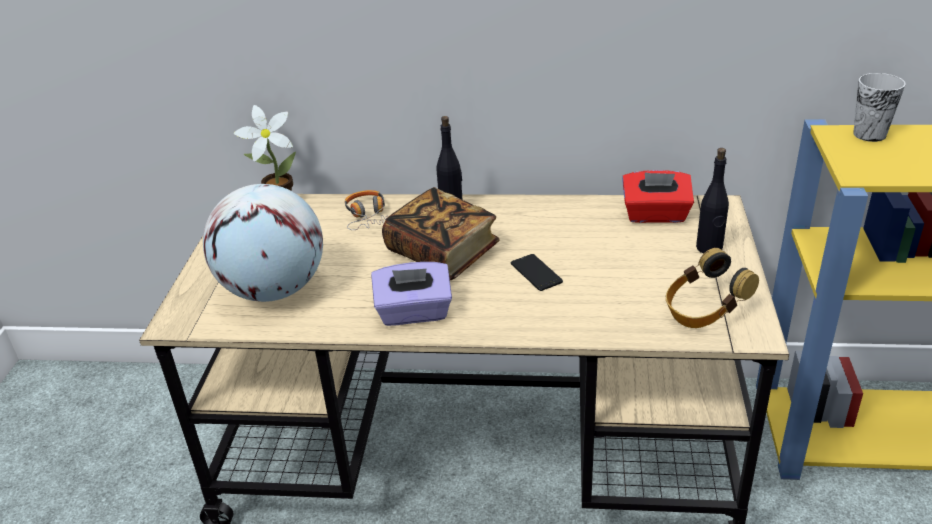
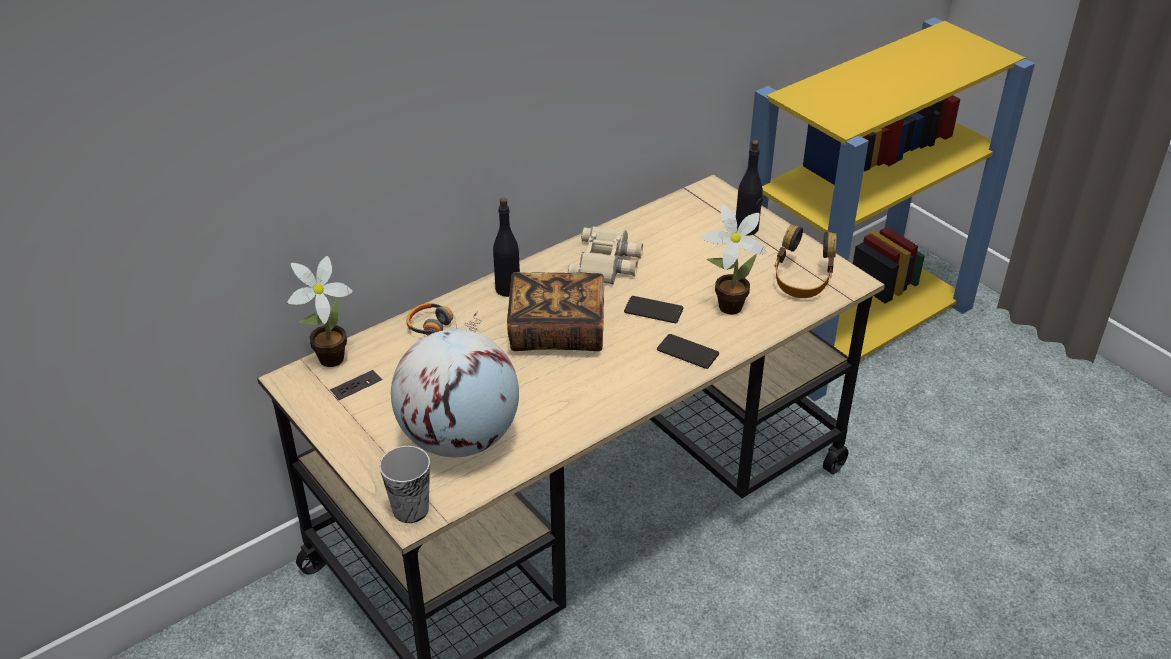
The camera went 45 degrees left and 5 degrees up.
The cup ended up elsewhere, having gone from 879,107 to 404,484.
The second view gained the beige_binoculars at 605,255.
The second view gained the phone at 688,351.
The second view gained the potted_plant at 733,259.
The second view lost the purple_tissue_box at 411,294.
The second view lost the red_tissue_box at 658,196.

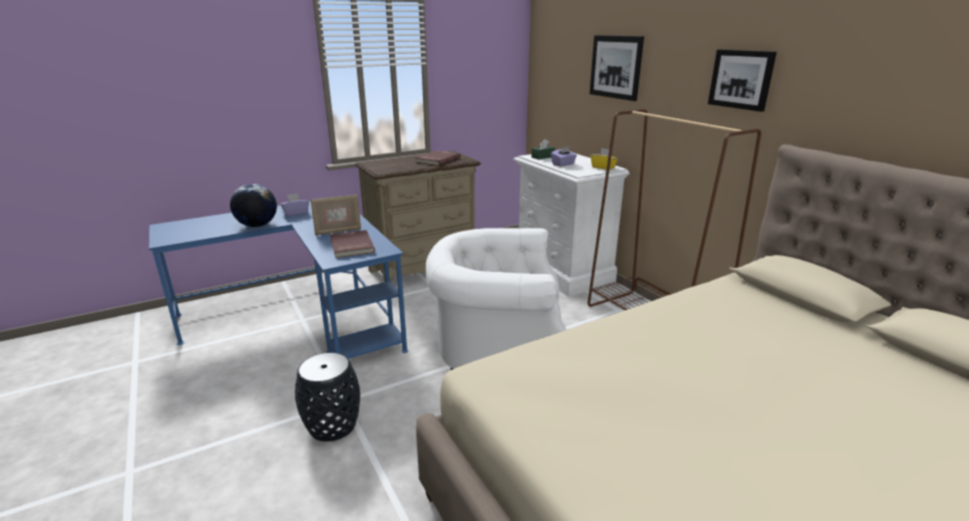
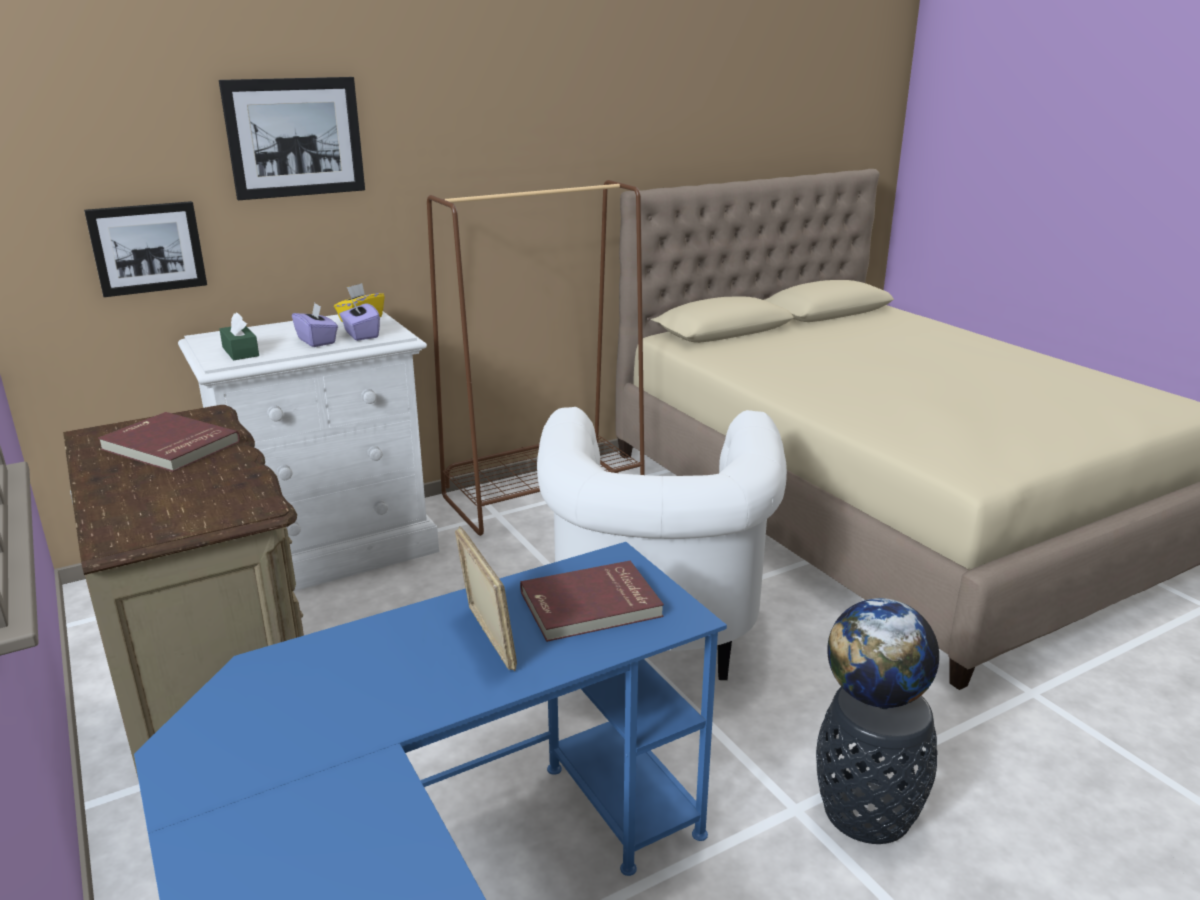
The camera went 90 degrees left and 0 degrees up.
The picture ended up elsewhere, having gone from 742,80 to 145,249.
The purple_tissue_box ended up elsewhere, having gone from 294,205 to 360,319.
The globe ended up elsewhere, having gone from 253,205 to 883,653.

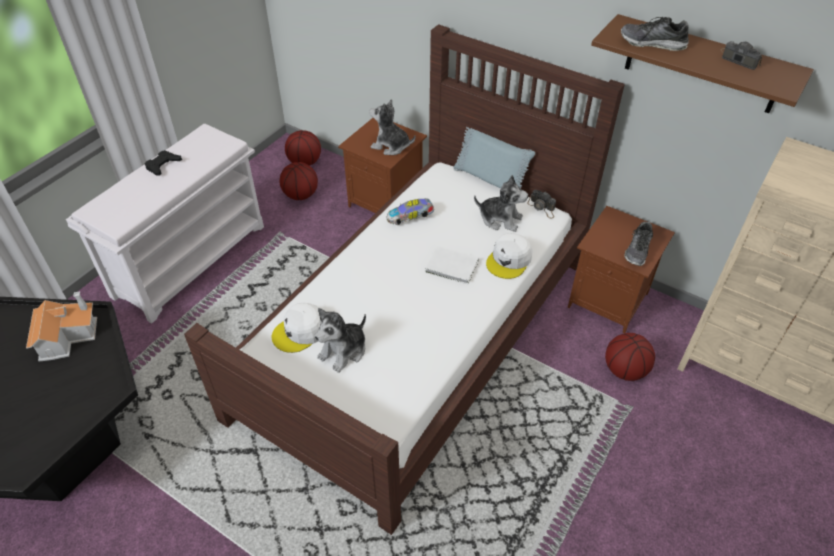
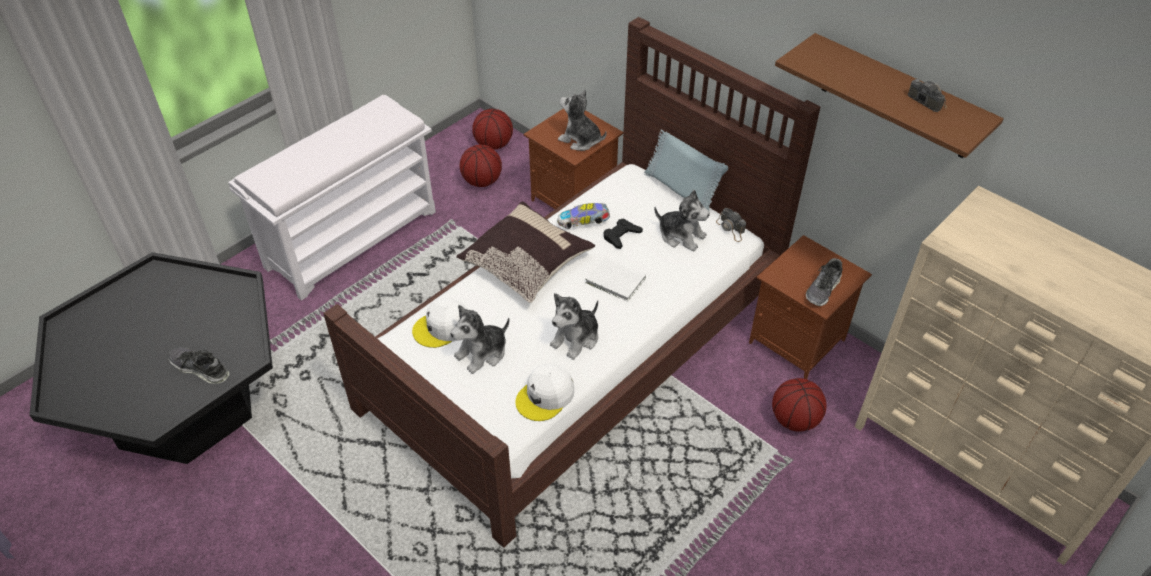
The camera went 10 degrees right and 0 degrees up.
The shoe ended up elsewhere, having gone from 655,34 to 198,366.
The second view gained the pillow at 525,252.
The white_cap ended up elsewhere, having gone from 509,256 to 544,392.
The second view gained the plush_toy at 574,326.
The black_game_controller ended up elsewhere, having gone from 163,163 to 623,234.
The second view lost the toy_house at 61,327.

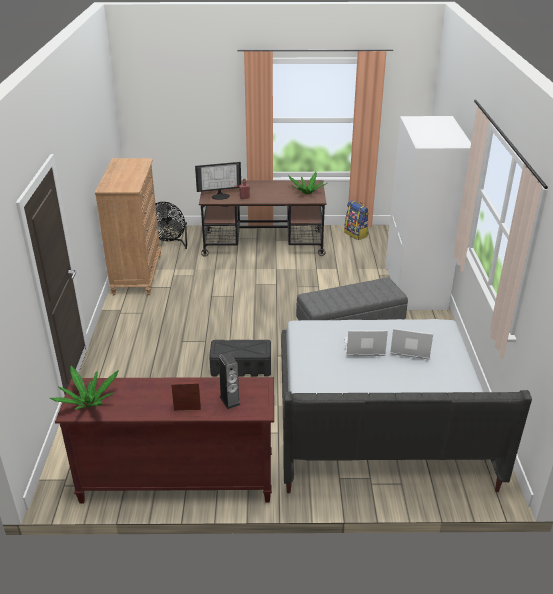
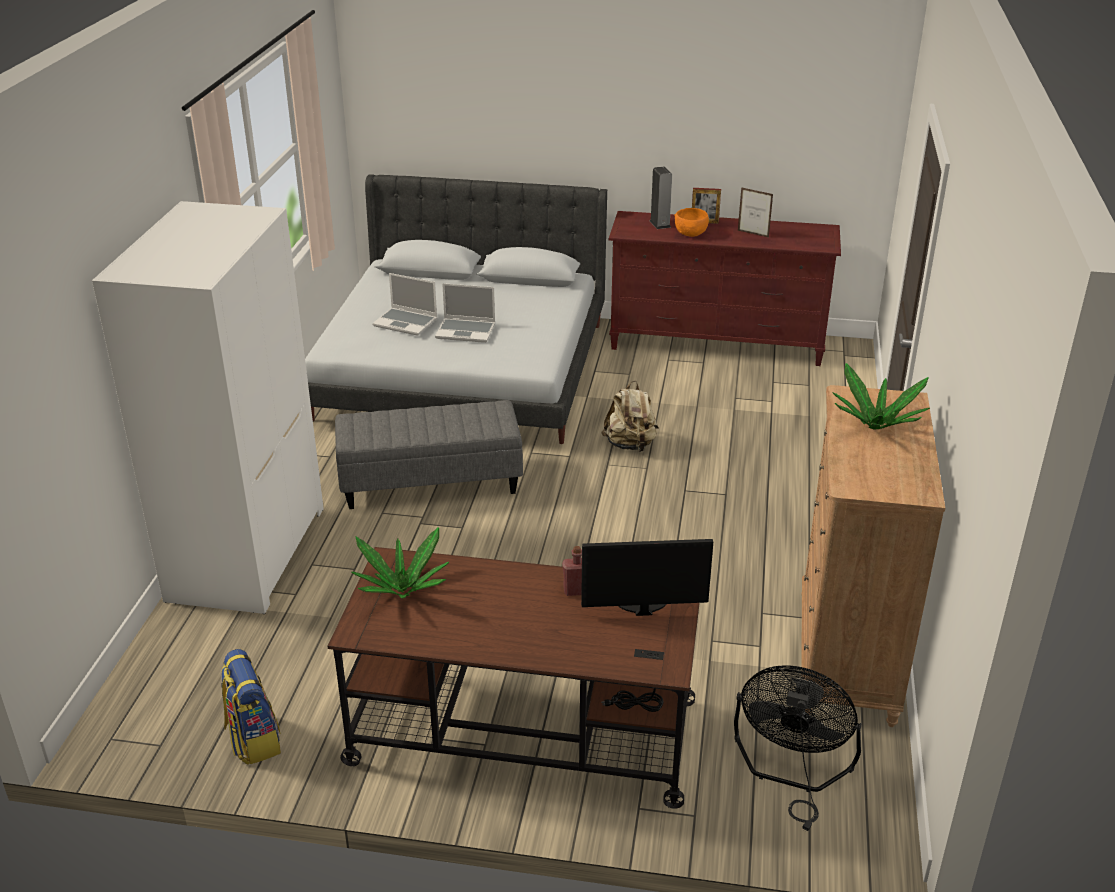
The camera went 170 degrees left and 0 degrees up.
Where the black_storage_box stood at 240,358, the beige_backpack came to stand at 630,416.
The second view gained the orange_bowl at 691,222.
The second view gained the picture_frame at 755,212.
The potted_plant ended up elsewhere, having gone from 84,388 to 881,396.

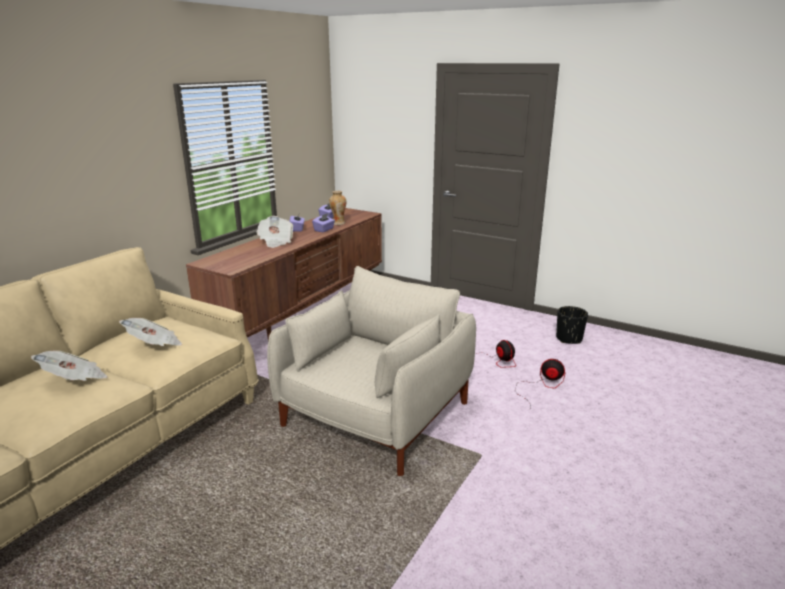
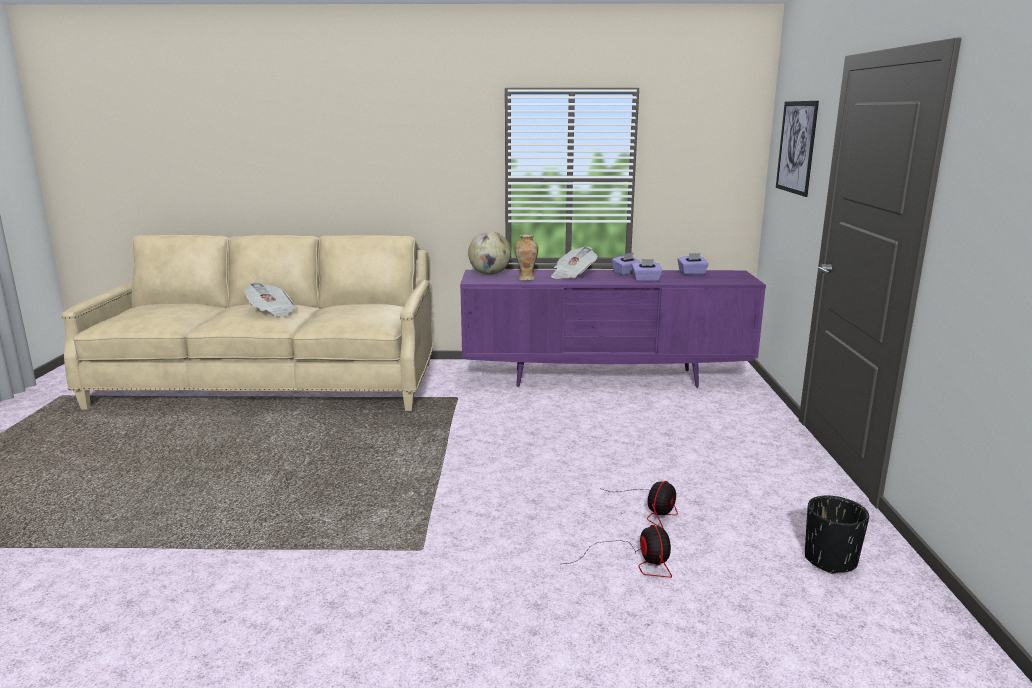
The camera went 60 degrees right and 5 degrees down.
What was the brown_cabinet at 284,274 turned into the purple_cabinet at 613,329.
The second view gained the globe at 489,253.
The vase ended up elsewhere, having gone from 337,208 to 526,258.
The second view gained the picture at 797,149.
The second view lost the newspaper at 151,332.
The second view lost the beige_armchair at 371,371.

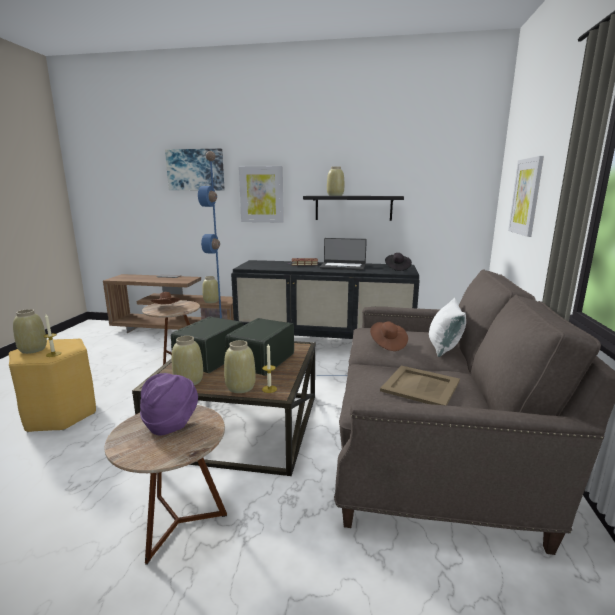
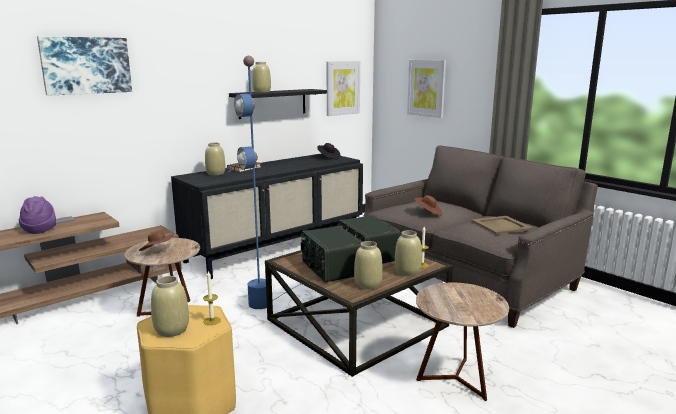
The camera went 50 degrees left and 0 degrees up.
The purple_hat ended up elsewhere, having gone from 169,404 to 37,215.
The beige_vase ended up elsewhere, having gone from 210,289 to 215,158.
The picture ended up elsewhere, having gone from 261,194 to 343,88.
The second view lost the laptop at 343,254.
The second view lost the white_pillow at 447,327.

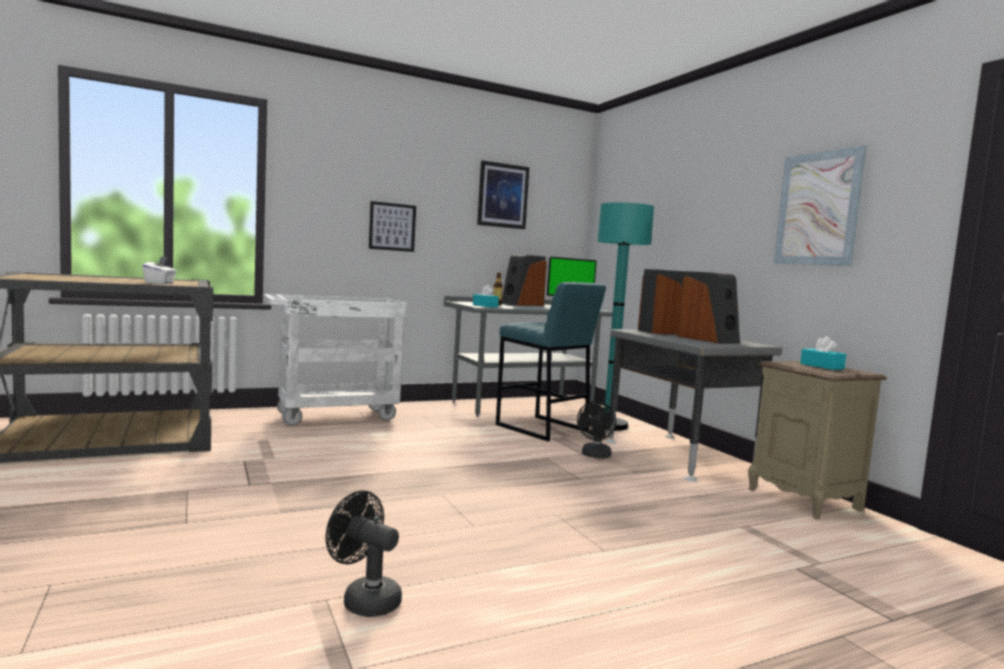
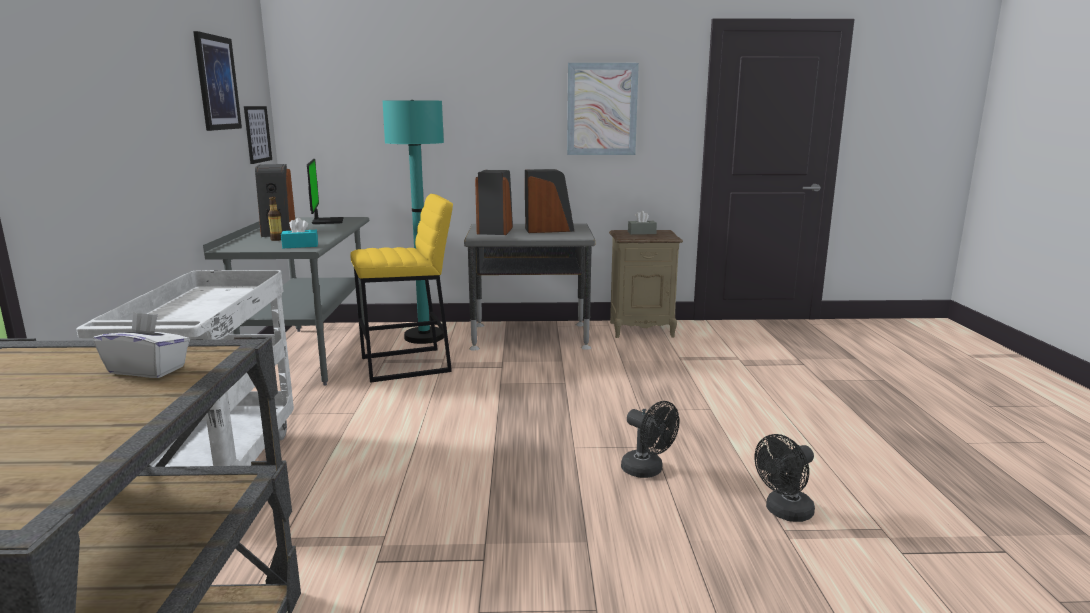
The camera went 65 degrees left and 10 degrees up.
The picture ended up elsewhere, having gone from 392,226 to 258,135.
What was the turquoise_stool at 551,361 turned into the yellow_stool at 401,288.
The black_fan ended up elsewhere, having gone from 596,429 to 650,439.
What was the turquoise_tissue_box at 823,353 turned into the grey_tissue_box at 642,223.

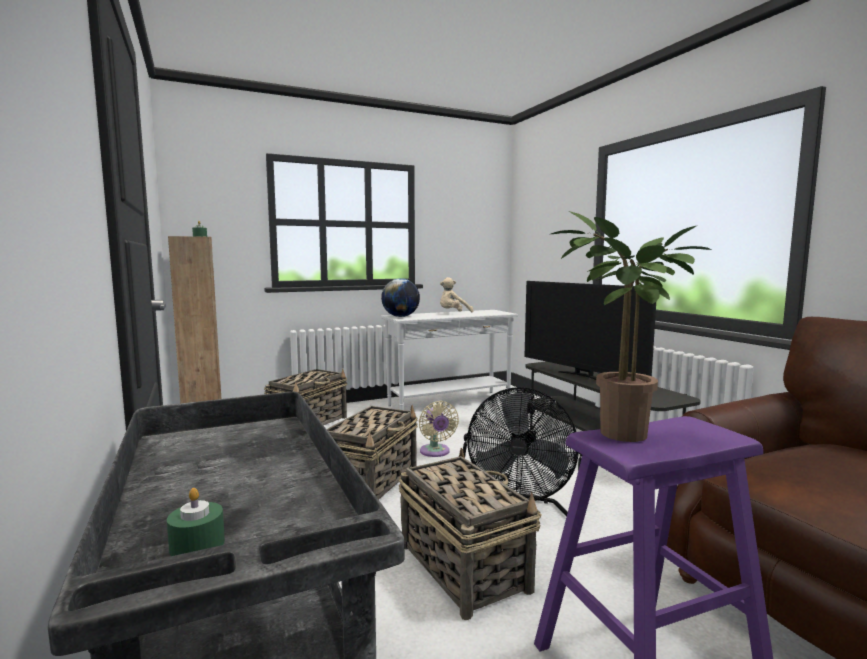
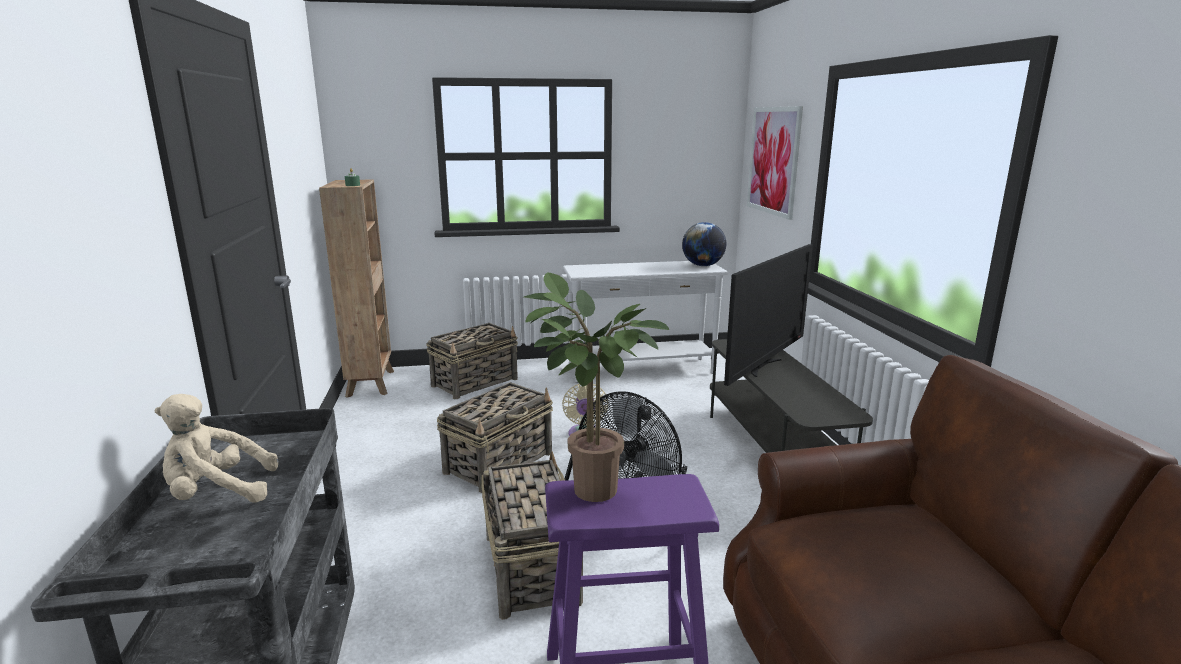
The camera went 15 degrees right and 10 degrees up.
The beige_plush_toy ended up elsewhere, having gone from 457,294 to 216,448.
The globe ended up elsewhere, having gone from 400,297 to 704,244.
The television at 590,330 ended up facing another way, 120 degrees counterclockwise from before.
The second view gained the picture at 775,163.
The second view lost the green_candle at 196,522.

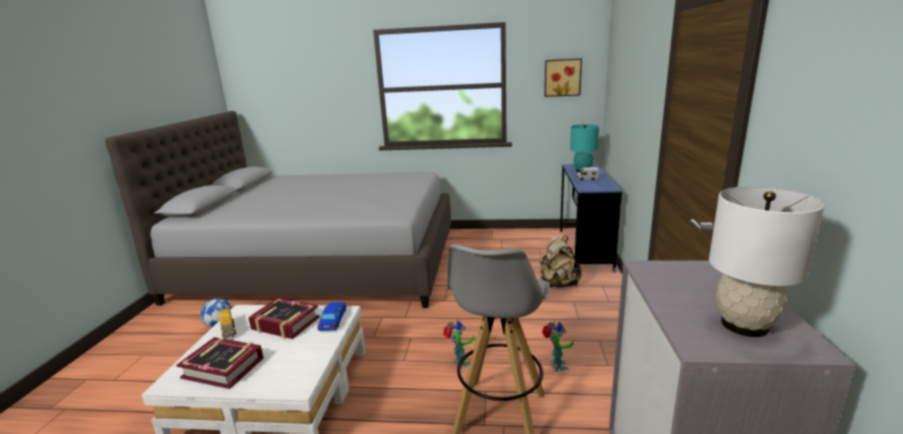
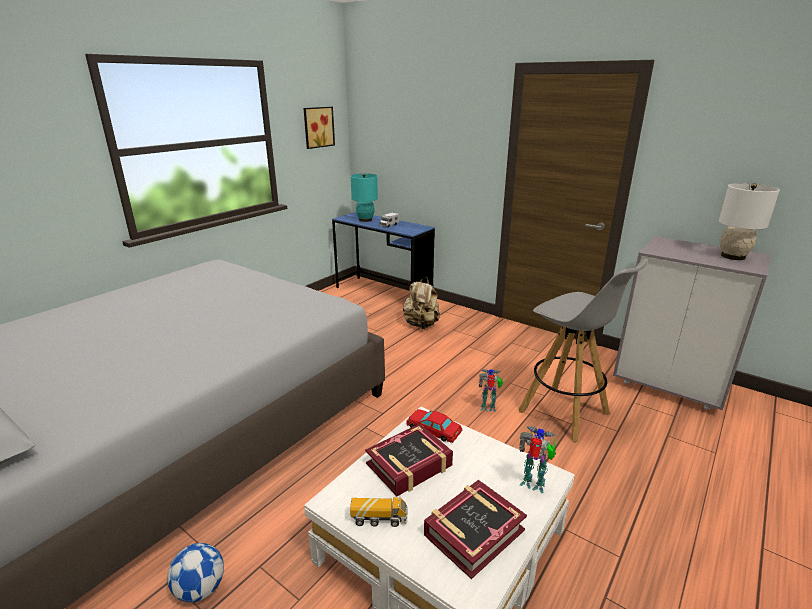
The camera went 60 degrees left and 5 degrees up.
What was the blue_toy_car at 331,316 turned into the red_toy_car at 434,426.
The toy_robot ended up elsewhere, having gone from 558,347 to 537,460.

